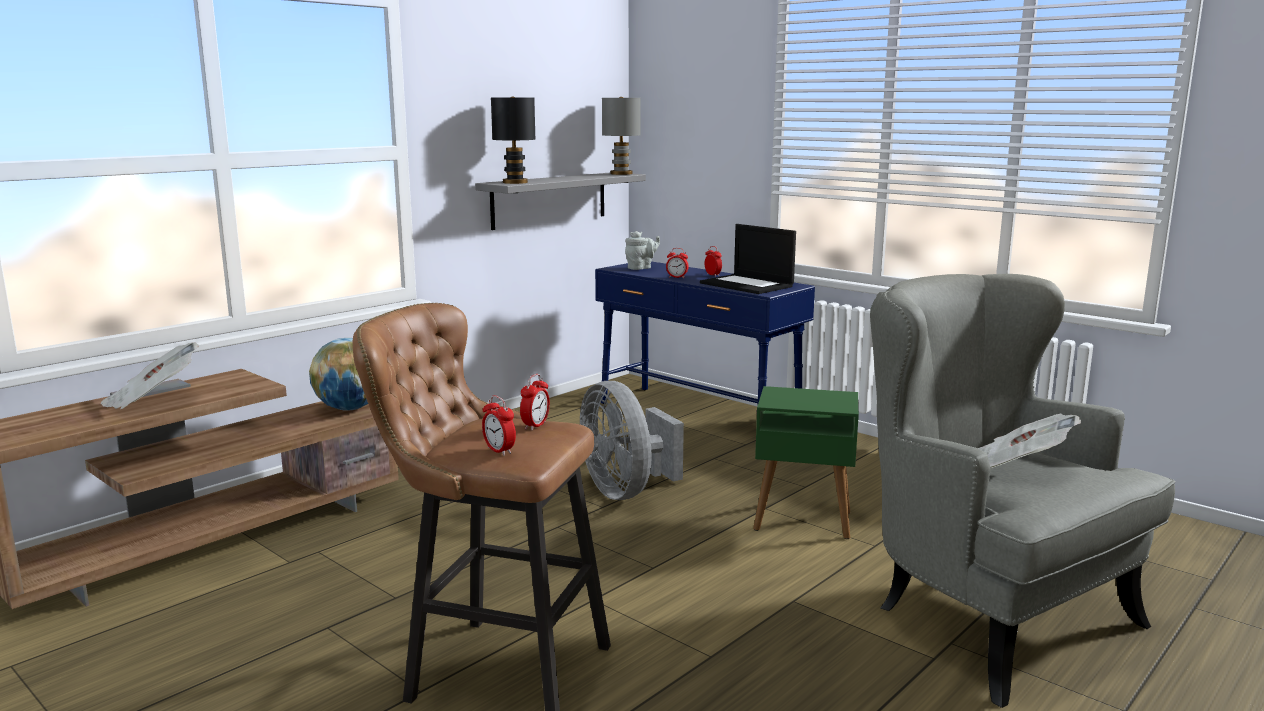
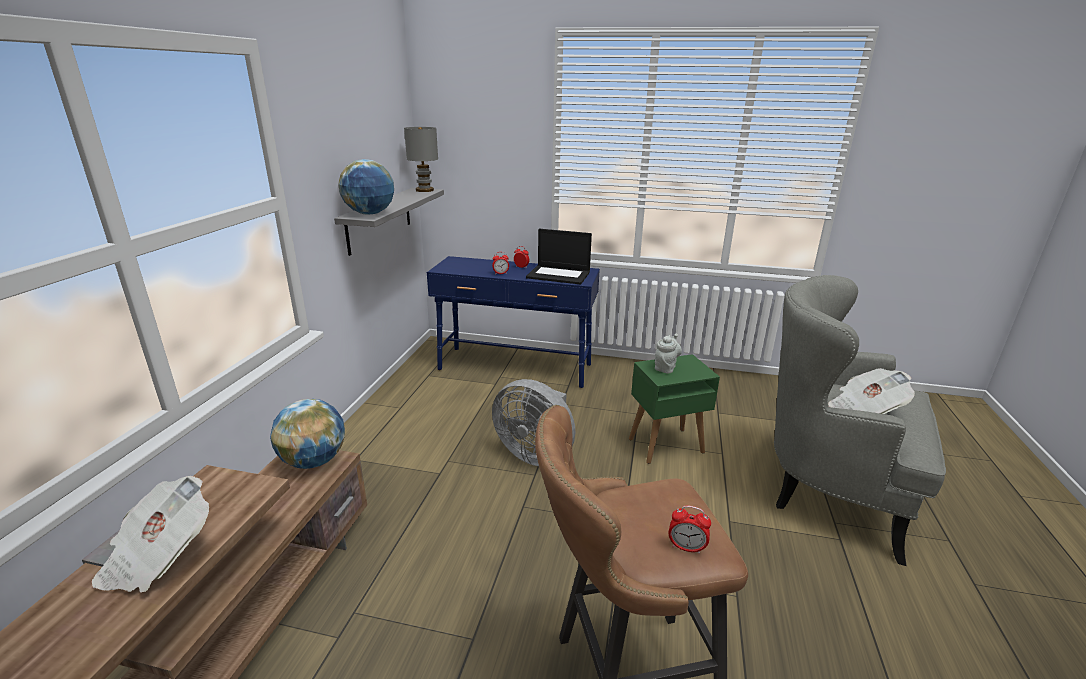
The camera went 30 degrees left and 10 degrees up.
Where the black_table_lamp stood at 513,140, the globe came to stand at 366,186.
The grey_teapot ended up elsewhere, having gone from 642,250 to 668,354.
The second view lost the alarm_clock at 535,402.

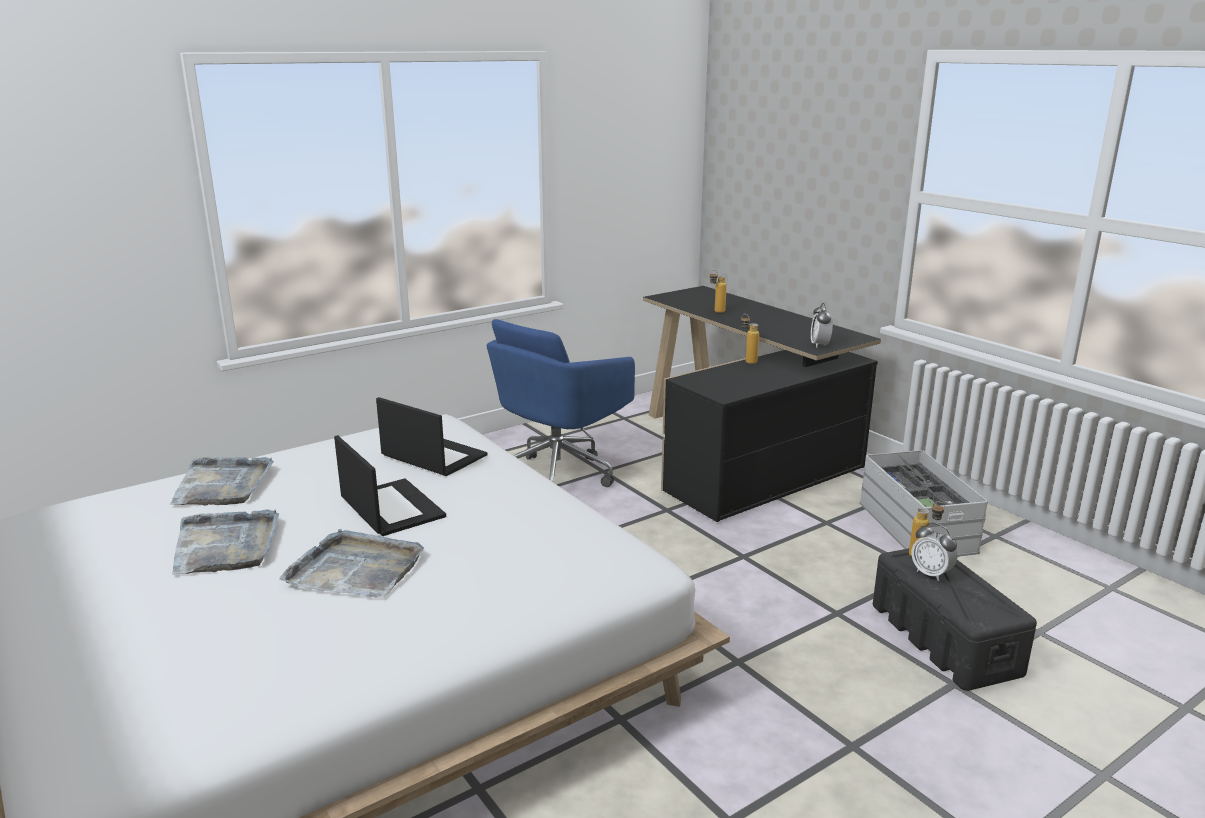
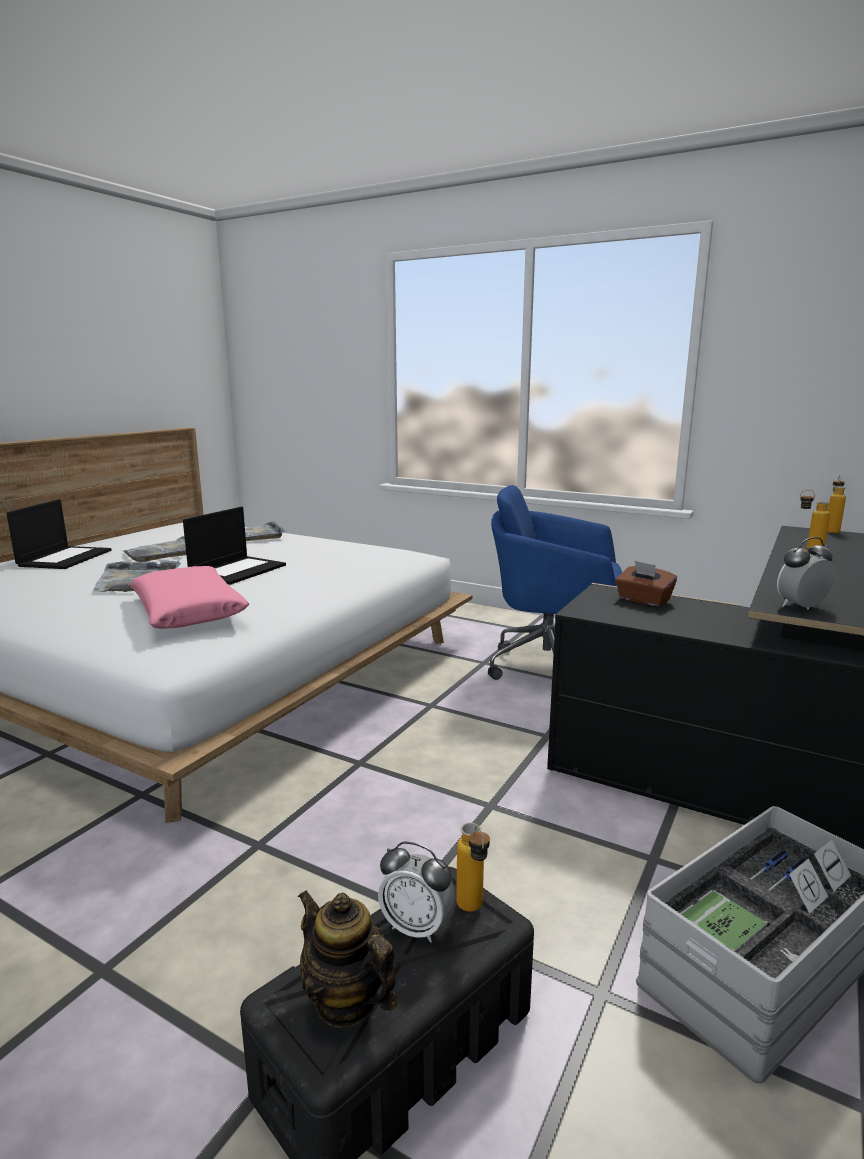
The camera went 65 degrees right and 5 degrees down.
The laptop ended up elsewhere, having gone from 432,436 to 59,534.
The second view gained the pink_pillow at 189,597.
The second view gained the teapot at 348,959.
The alarm_clock at 934,552 ended up facing another way, 90 degrees counterclockwise from before.
The second view gained the brown_tissue_box at 646,584.
The bottle ended up elsewhere, having gone from 750,339 to 836,504.

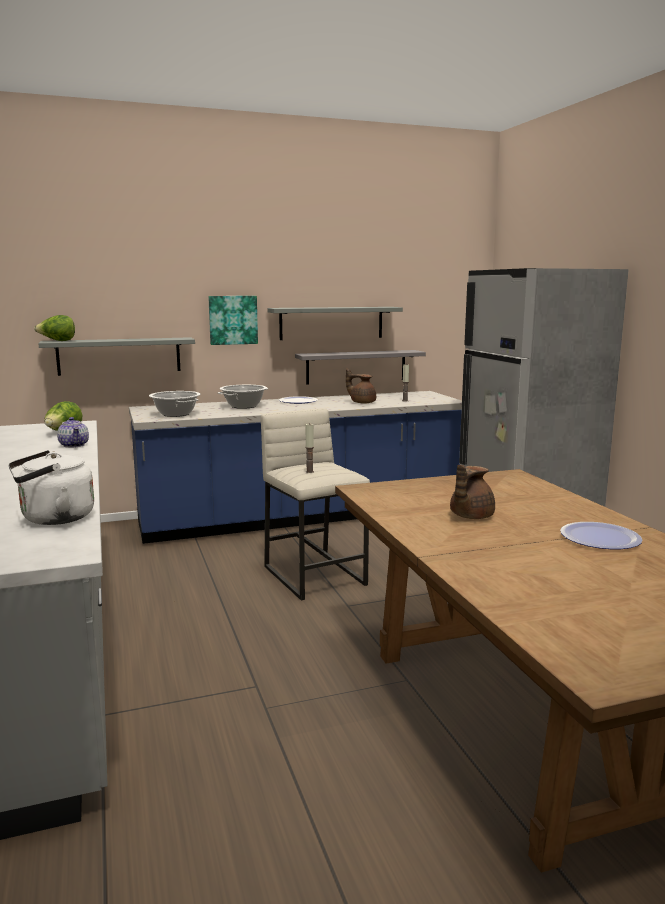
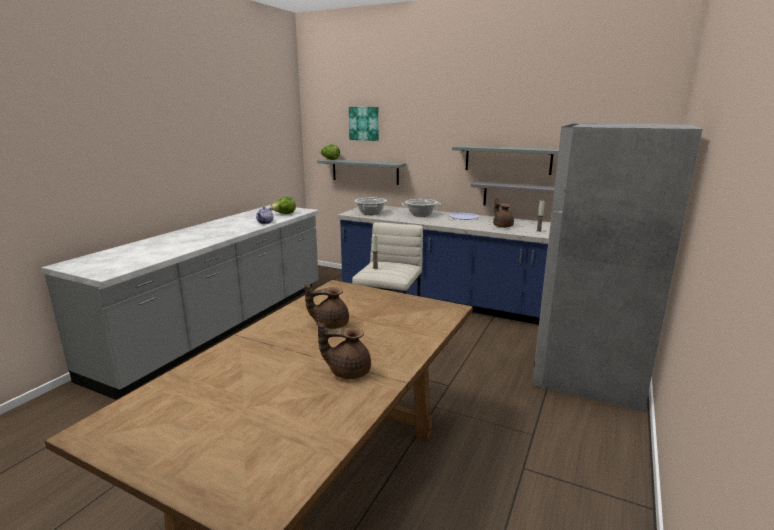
The camera went 45 degrees right and 5 degrees up.
Where the plate stood at 601,535, the brown_teapot came to stand at 344,350.
The picture ended up elsewhere, having gone from 233,320 to 364,124.
The second view lost the white_kettle at 51,487.

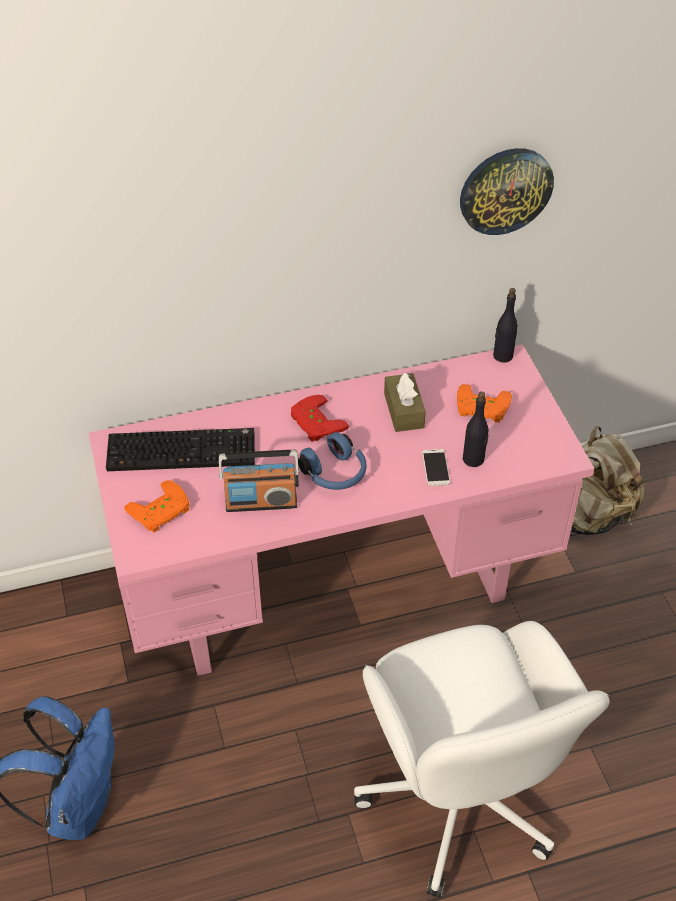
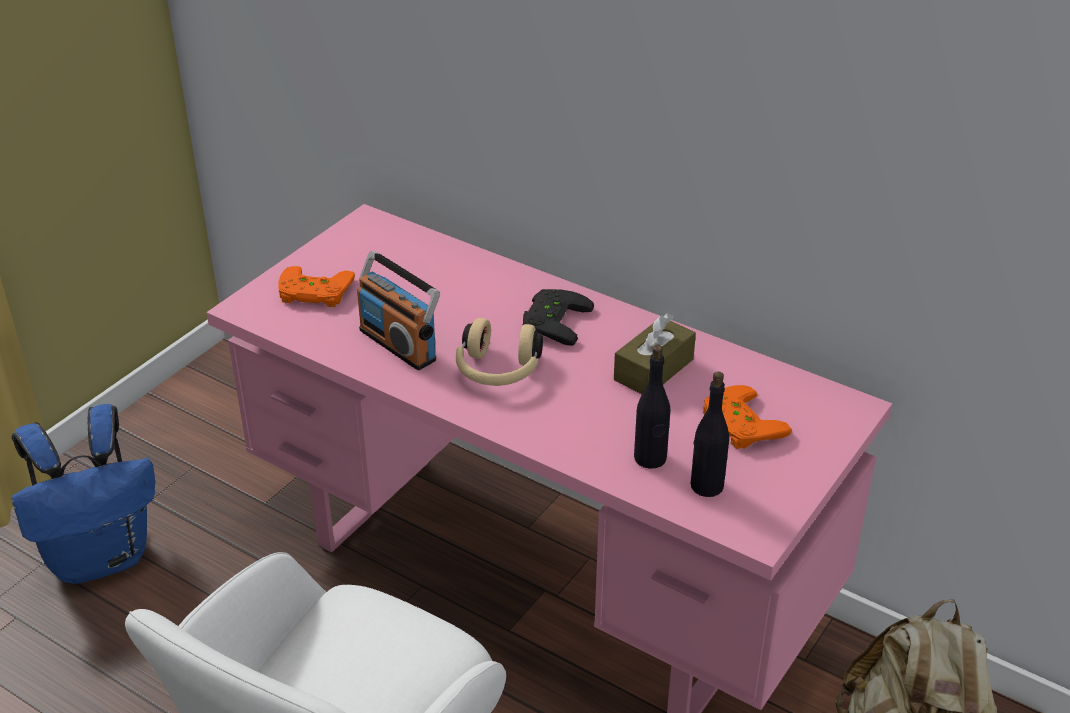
The camera went 50 degrees right and 10 degrees down.
What was the blue_headphones at 332,461 turned into the beige_headphones at 499,352.
What was the red_game_controller at 320,418 turned into the black_game_controller at 558,317.
The black_bottle ended up elsewhere, having gone from 505,325 to 710,434.
The second view lost the keyboard at 180,449.
The second view lost the phone at 436,467.
The second view lost the wall_clock at 507,191.

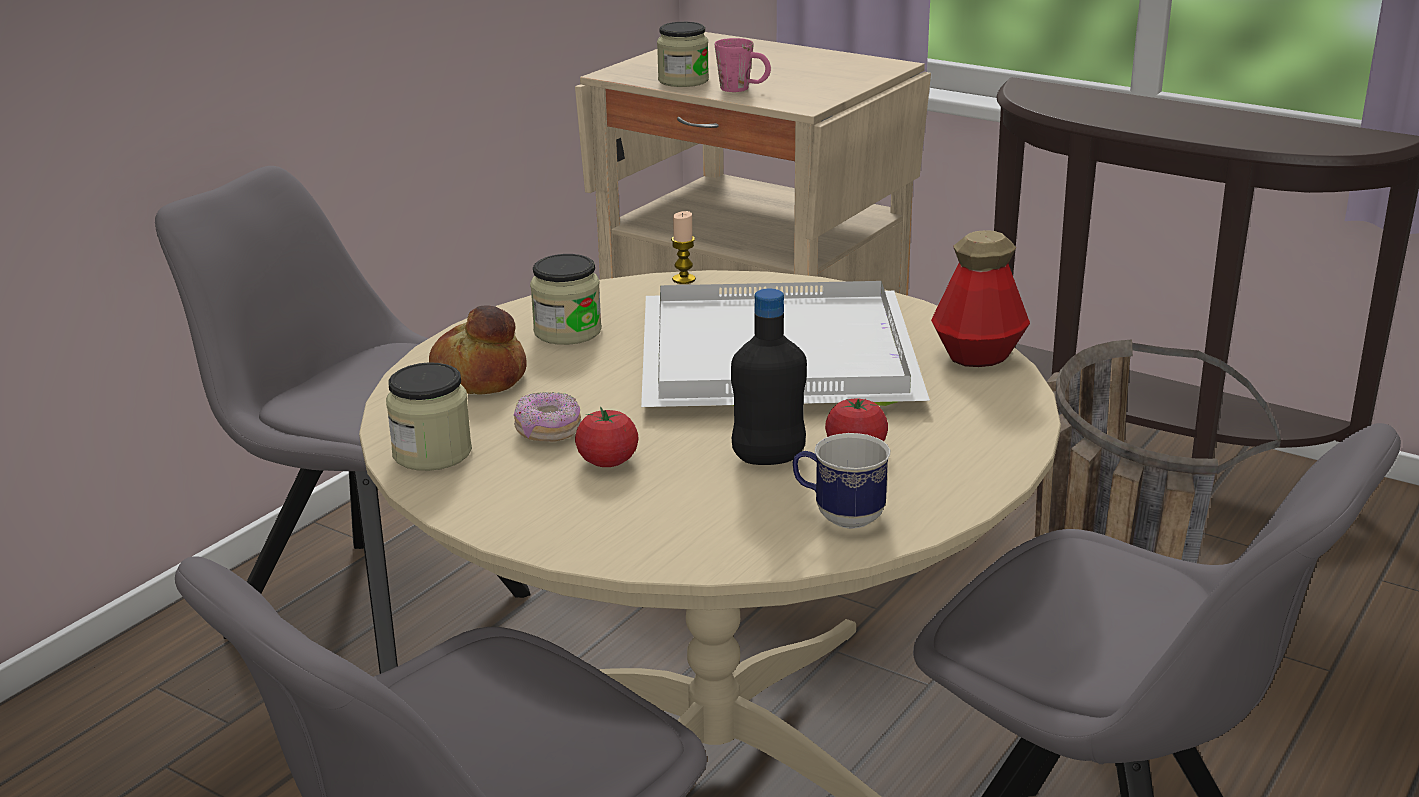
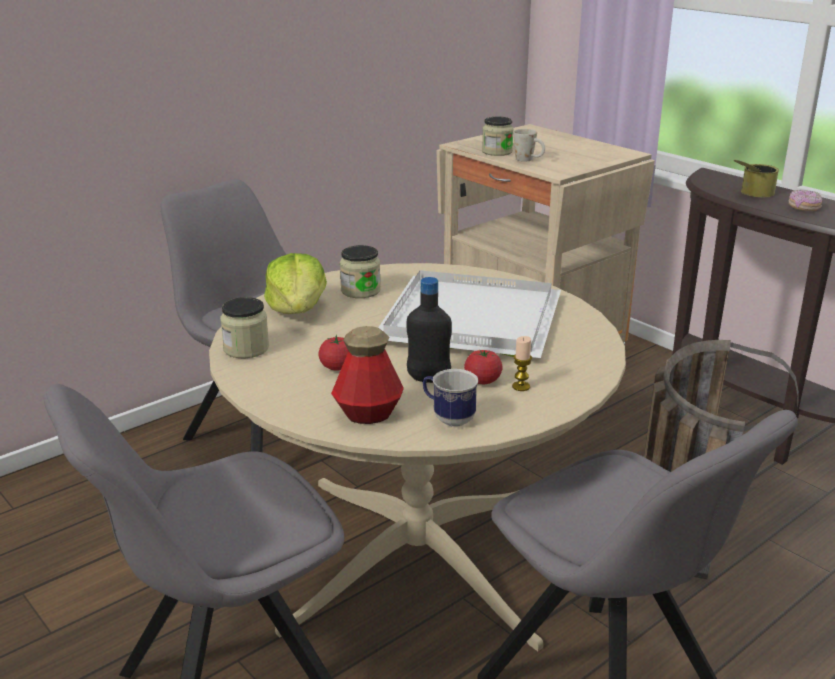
The camera went 15 degrees right and 0 degrees up.
Where the bread stood at 478,350, the lettuce came to stand at 295,283.
The bottle ended up elsewhere, having gone from 980,298 to 367,375.
The candle ended up elsewhere, having gone from 683,247 to 522,363.
What was the pink_mug at 743,65 turned into the white_mug at 529,145.
The second view gained the can at 756,178.
The donut ended up elsewhere, having gone from 547,417 to 805,200.

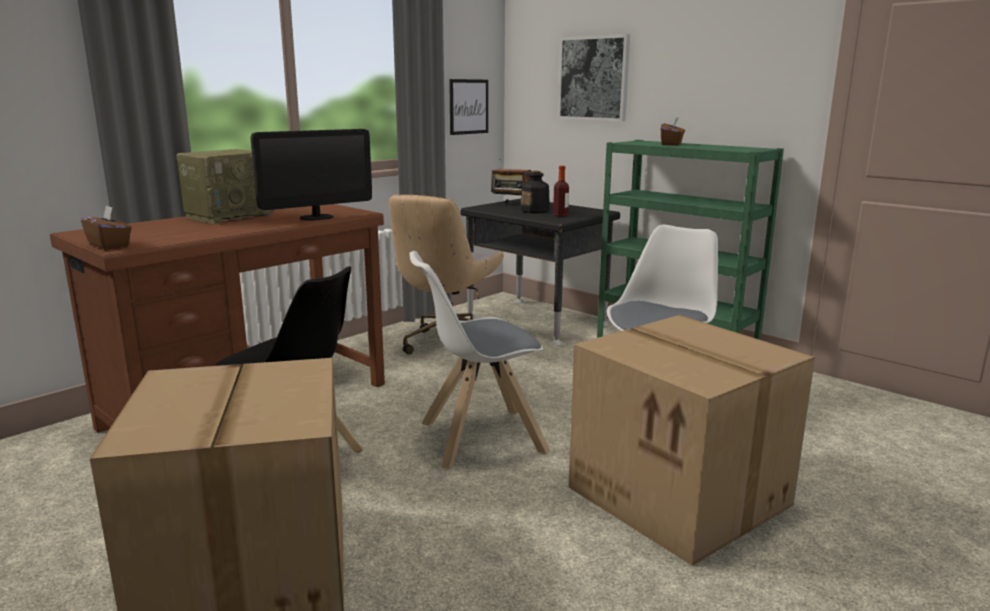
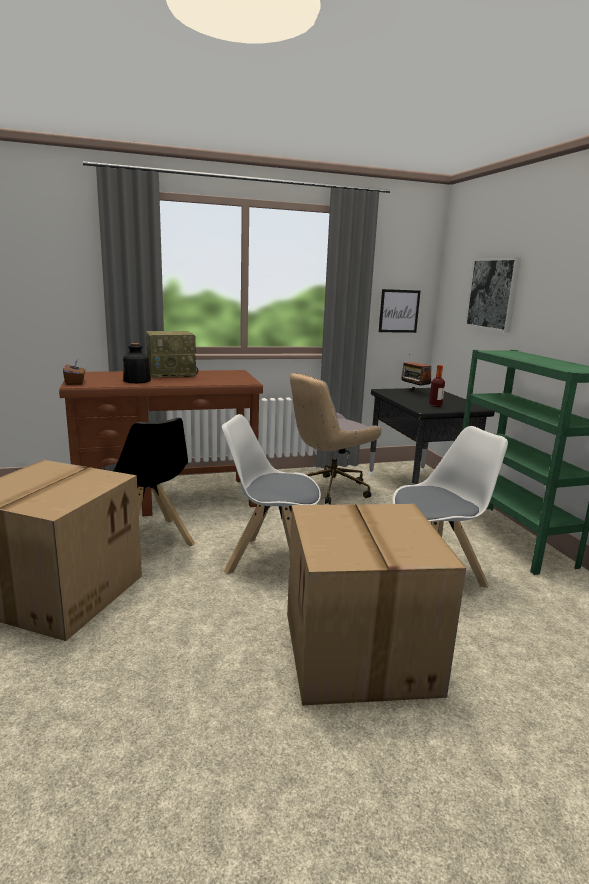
The camera went 30 degrees right and 0 degrees up.
The bottle ended up elsewhere, having gone from 535,192 to 137,363.
The second view lost the monitor at 311,175.
The second view lost the brown_tissue_box at 673,131.

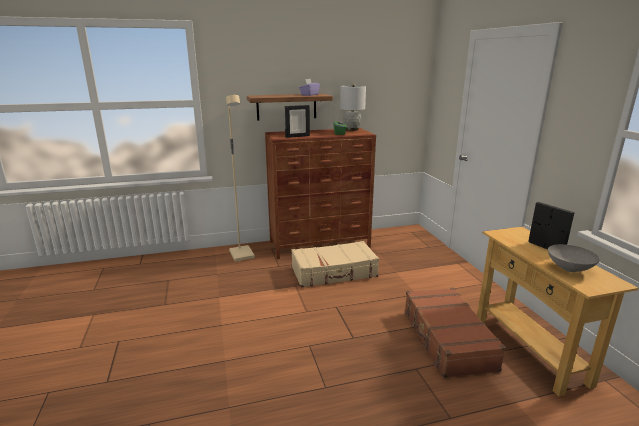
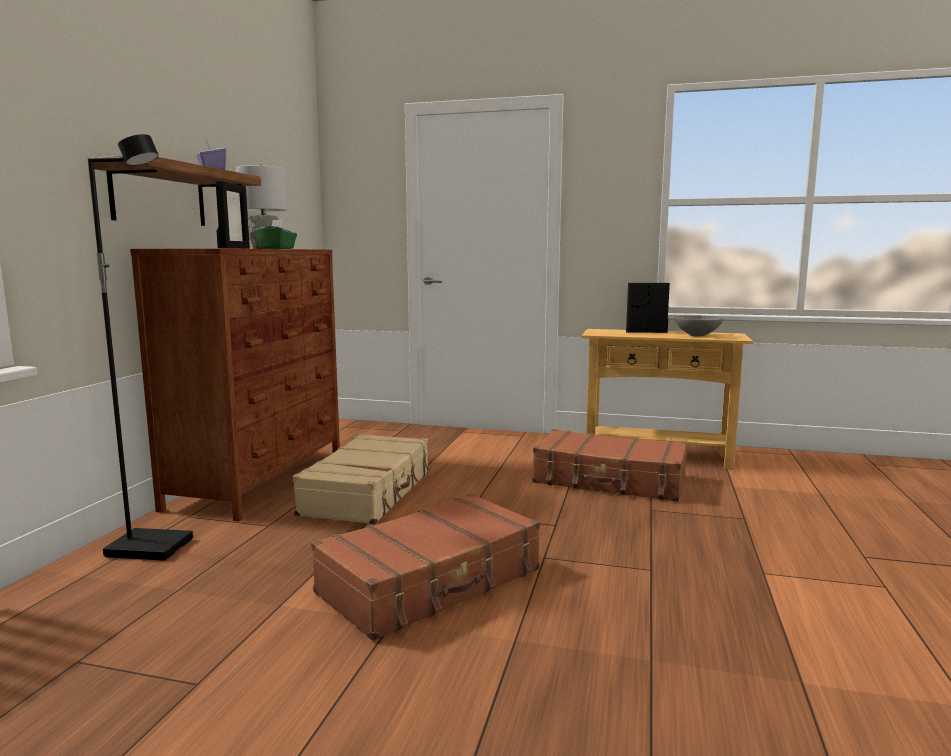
The camera went 60 degrees left and 10 degrees down.
What was the beige_floor_lamp at 240,178 turned into the black_floor_lamp at 140,347.
The second view gained the brown_suitcase at 425,567.

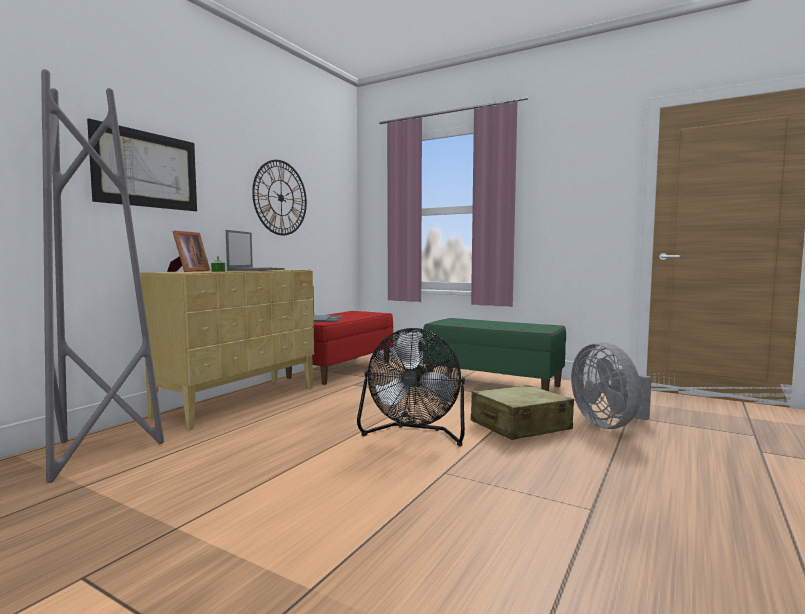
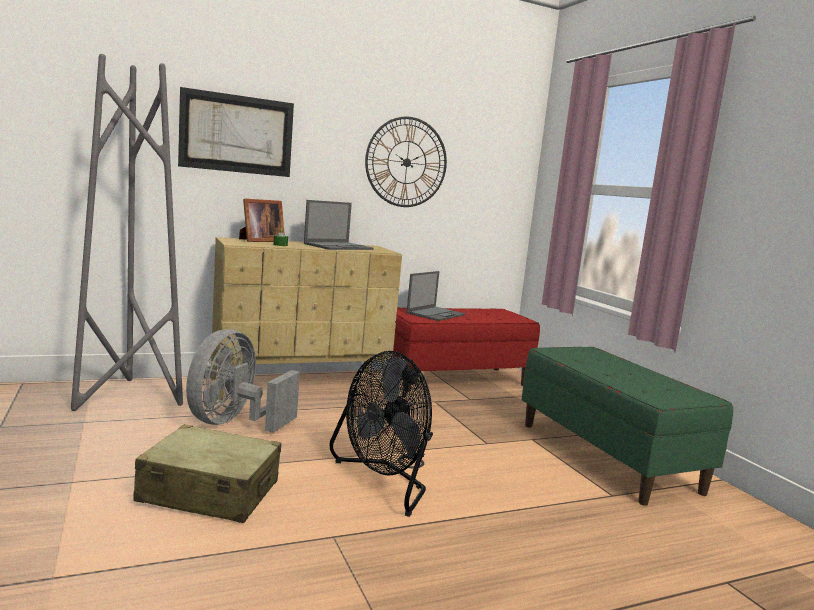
The camera went 35 degrees right and 5 degrees up.
The beige_suitcase ended up elsewhere, having gone from 522,412 to 207,473.
The grey_fan ended up elsewhere, having gone from 611,385 to 243,381.

